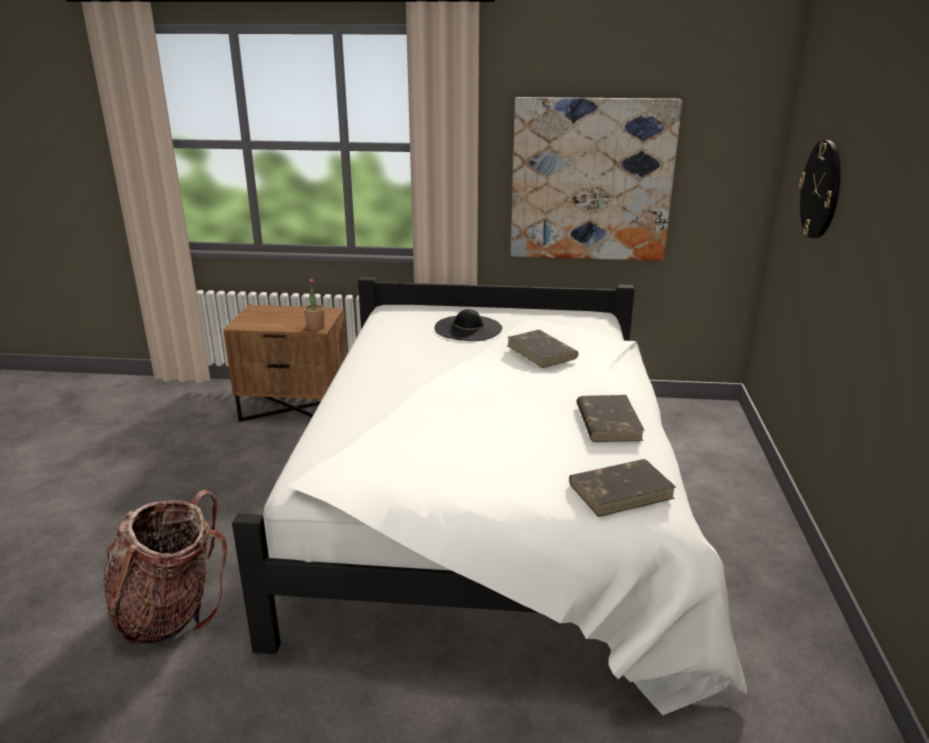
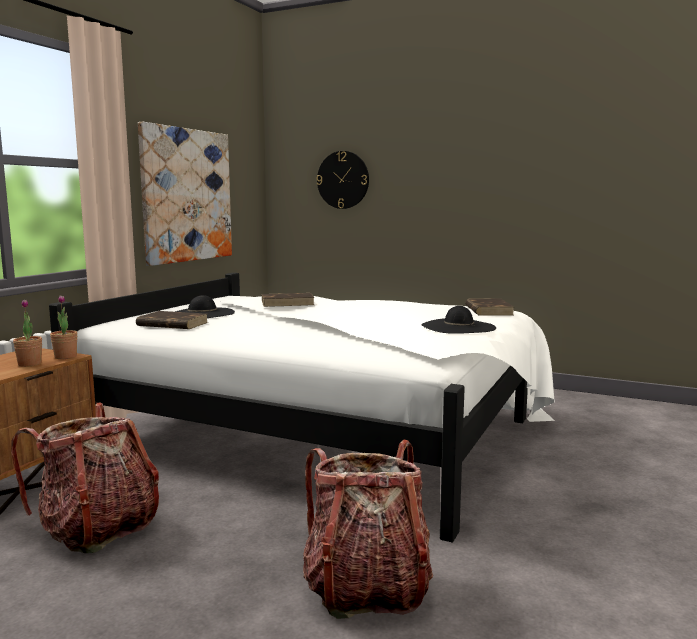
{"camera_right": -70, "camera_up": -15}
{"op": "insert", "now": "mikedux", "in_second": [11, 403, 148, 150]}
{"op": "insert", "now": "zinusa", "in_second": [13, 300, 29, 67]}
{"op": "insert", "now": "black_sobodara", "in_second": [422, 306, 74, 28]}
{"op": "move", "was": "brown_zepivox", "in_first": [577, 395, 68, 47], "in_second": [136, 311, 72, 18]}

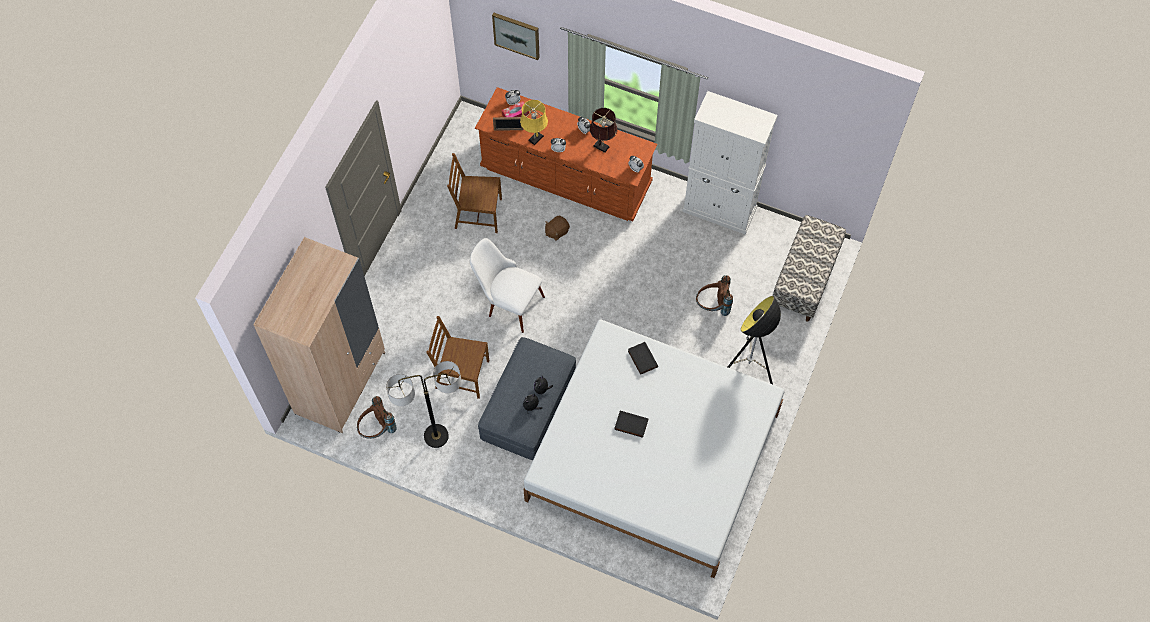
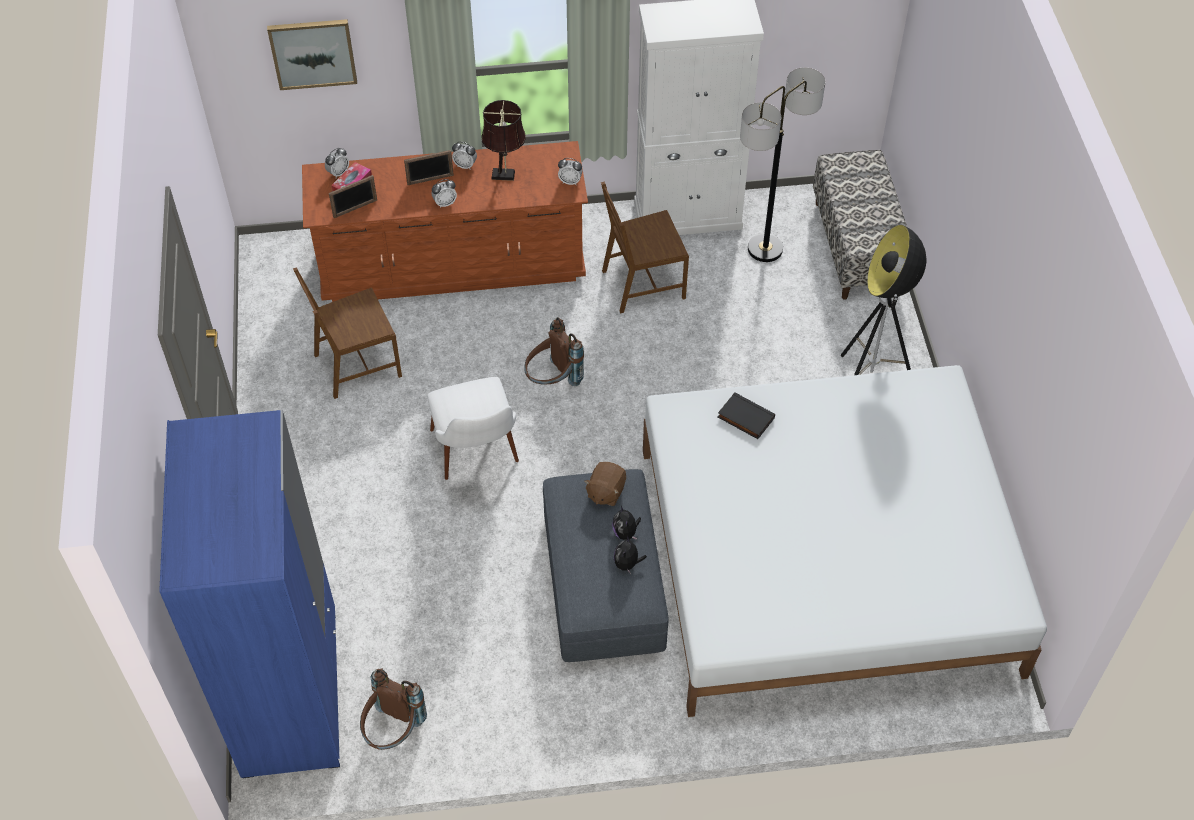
{"camera_right": -30, "camera_up": -10}
{"op": "delete", "was": "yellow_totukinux", "in_first": [520, 100, 28, 45]}
{"op": "delete", "was": "black_zepivox", "in_first": [614, 411, 34, 27]}
{"op": "insert", "now": "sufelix", "in_second": [404, 150, 50, 35]}
{"op": "move", "was": "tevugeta", "in_first": [386, 361, 75, 87], "in_second": [740, 68, 85, 194]}
{"op": "move", "was": "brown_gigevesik", "in_first": [426, 316, 63, 83], "in_second": [601, 182, 88, 132]}
{"op": "move", "was": "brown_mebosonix", "in_first": [545, 216, 25, 25], "in_second": [584, 462, 42, 44]}
{"op": "move", "was": "brown_mikedux", "in_first": [696, 275, 37, 41], "in_second": [524, 317, 60, 69]}
{"op": "recolor", "was": "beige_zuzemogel", "now": "blue_zuzemogel", "in_first": [253, 237, 132, 196], "in_second": [159, 409, 181, 369]}
{"op": "rotate", "was": "white_gigevesik", "in_first": [470, 238, 75, 95], "in_second": [427, 377, 92, 103], "clockwise": -105}

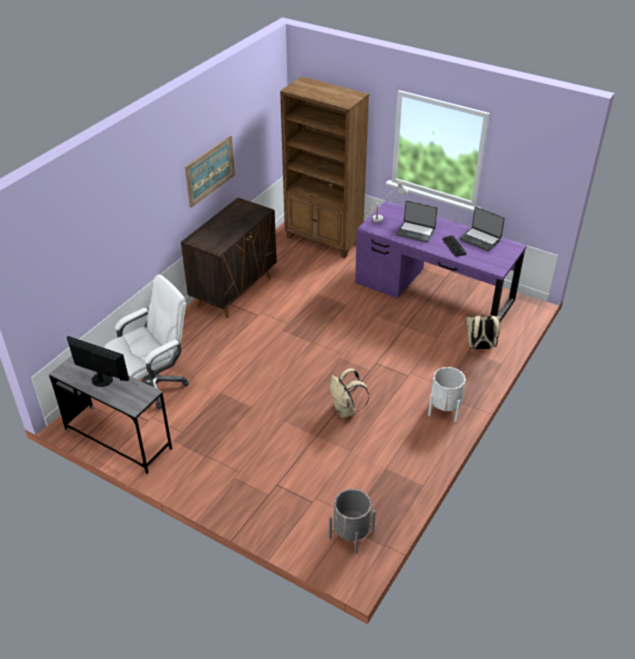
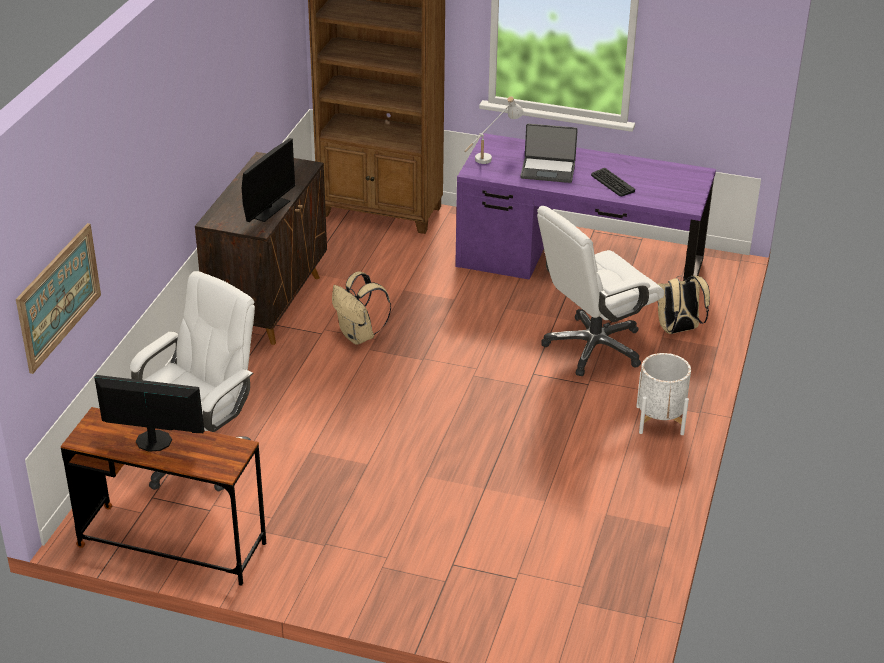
{"camera_right": -15, "camera_up": -5}
{"op": "delete", "was": "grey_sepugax", "in_first": [329, 489, 47, 65]}
{"op": "delete", "was": "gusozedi", "in_first": [459, 206, 46, 45]}
{"op": "insert", "now": "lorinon", "in_second": [242, 138, 53, 84]}
{"op": "insert", "now": "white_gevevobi", "in_second": [537, 206, 127, 170]}
{"op": "move", "was": "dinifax", "in_first": [185, 135, 50, 73], "in_second": [16, 223, 85, 151]}
{"op": "move", "was": "beige_mikedux", "in_first": [330, 368, 39, 50], "in_second": [332, 271, 59, 74]}
{"op": "recolor", "was": "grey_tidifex", "now": "brown_tidifex", "in_first": [49, 356, 123, 118], "in_second": [61, 407, 205, 179]}

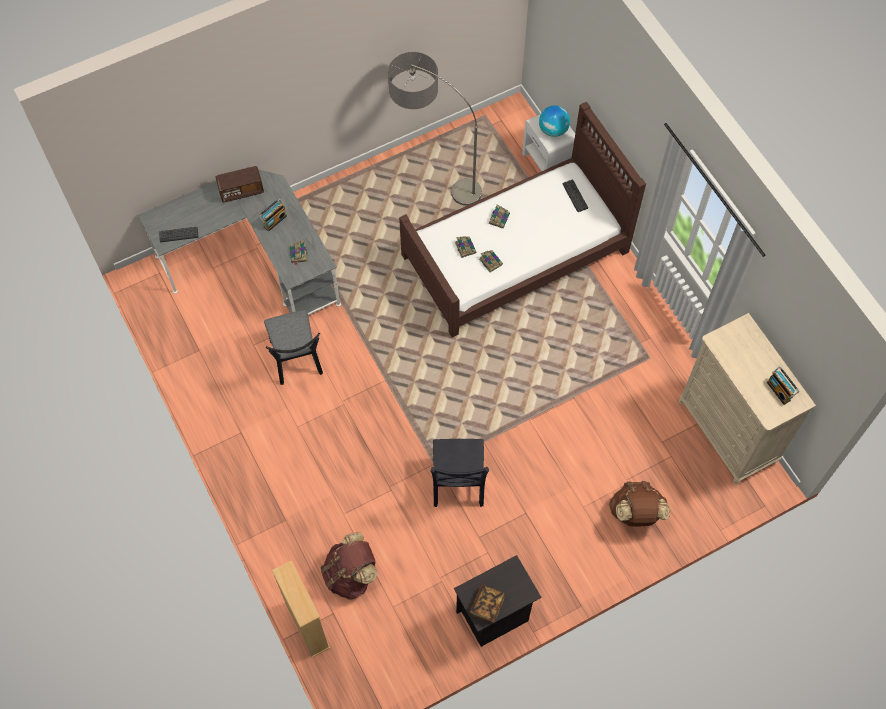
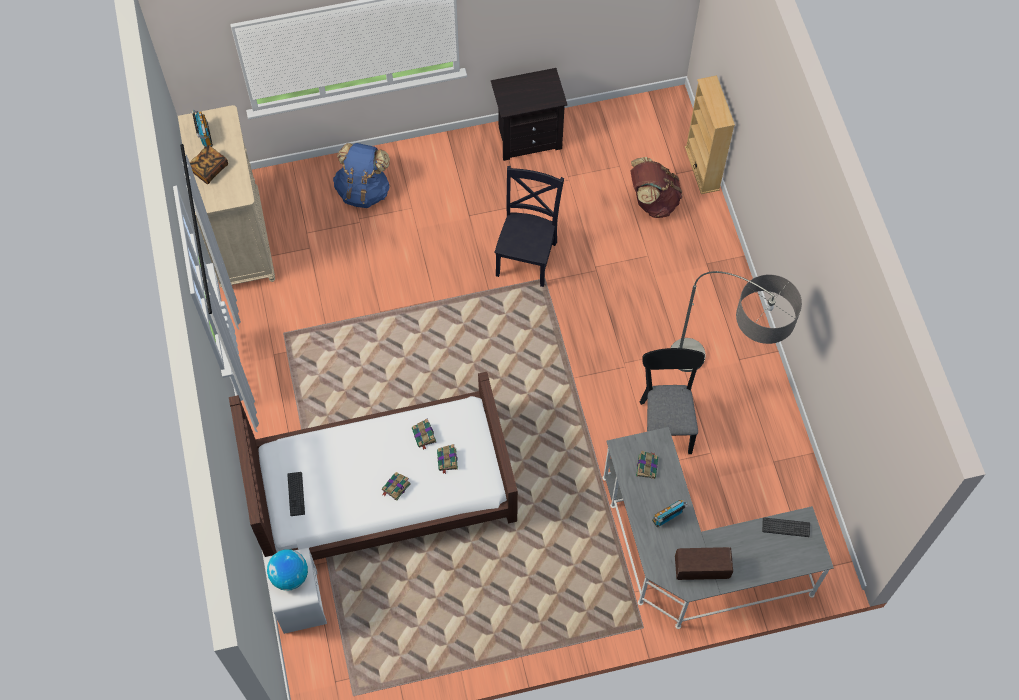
{"camera_right": -165, "camera_up": 0}
{"op": "move", "was": "tevugeta", "in_first": [388, 52, 94, 154], "in_second": [671, 271, 131, 101]}
{"op": "move", "was": "zepivox", "in_first": [469, 585, 36, 38], "in_second": [190, 145, 38, 39]}
{"op": "recolor", "was": "brown_mikedux", "now": "blue_mikedux", "in_first": [609, 481, 61, 46], "in_second": [333, 143, 57, 65]}

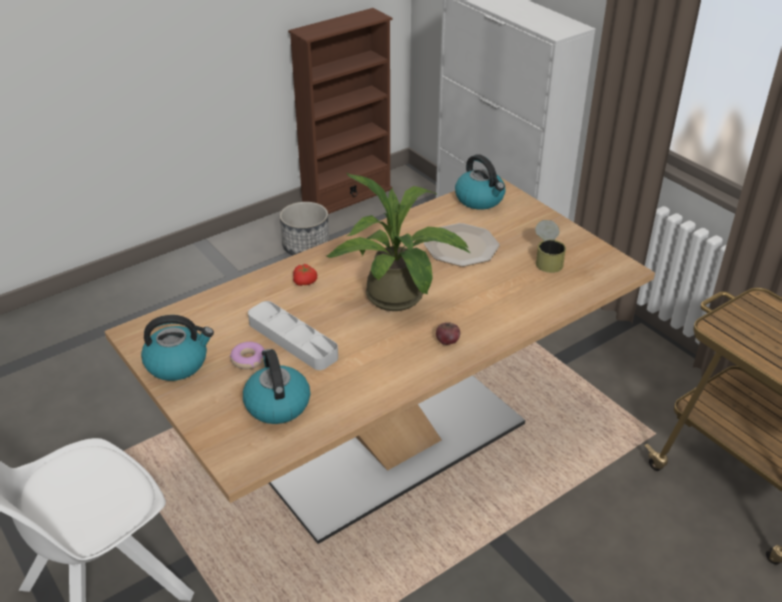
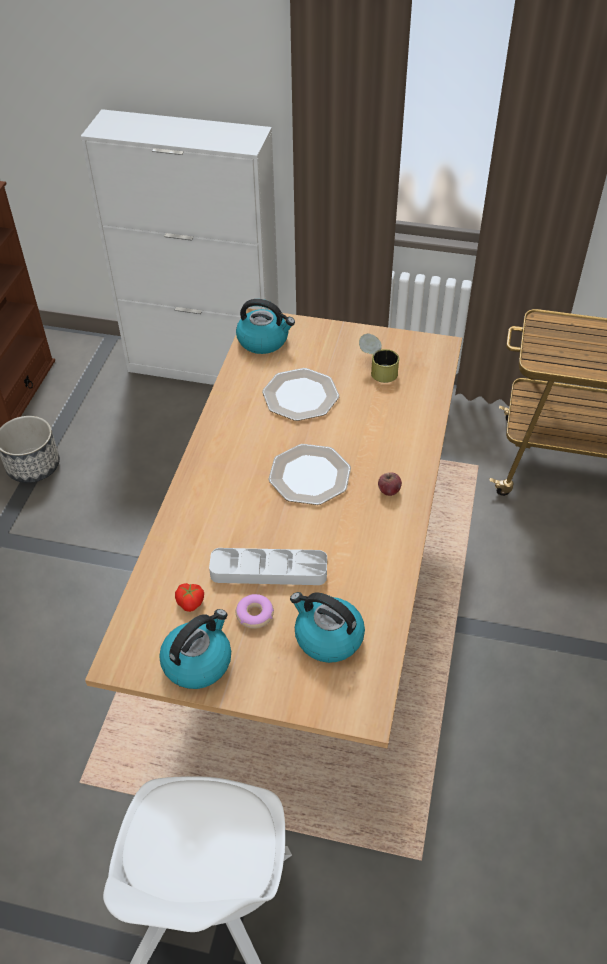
{"camera_right": -40, "camera_up": 10}
{"op": "move", "was": "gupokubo", "in_first": [293, 264, 24, 22], "in_second": [175, 583, 29, 29]}
{"op": "replace", "was": "zinusa", "now": "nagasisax", "in_first": [327, 173, 144, 138], "in_second": [268, 444, 83, 61]}

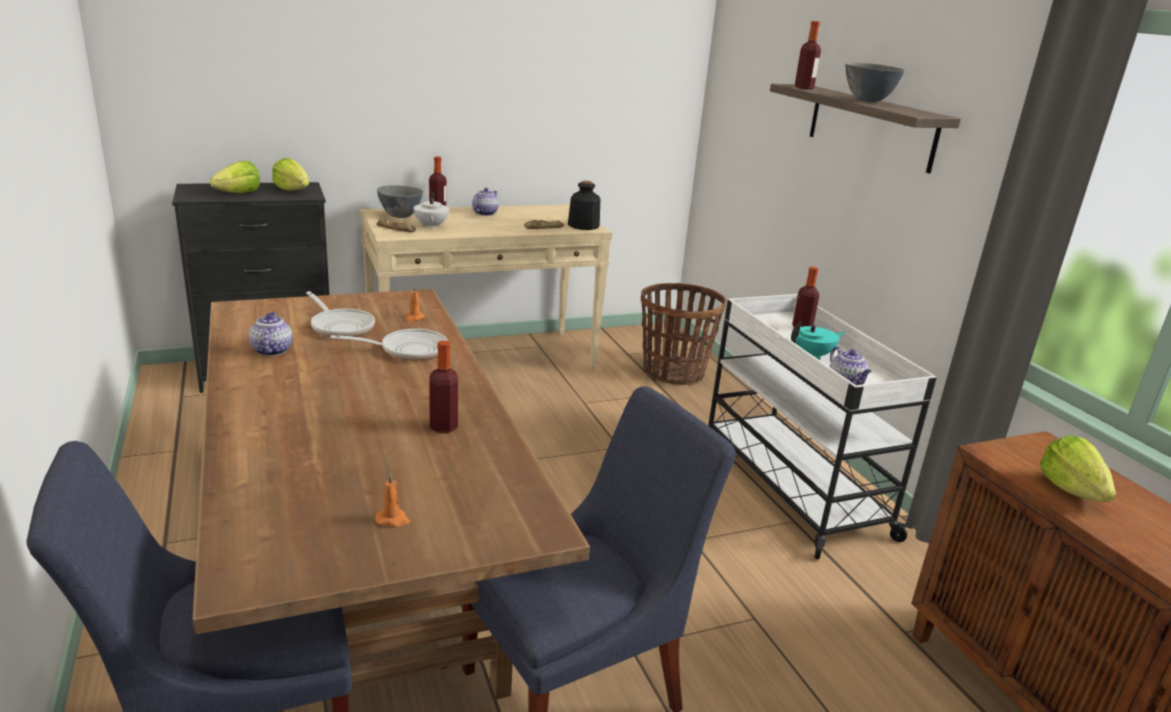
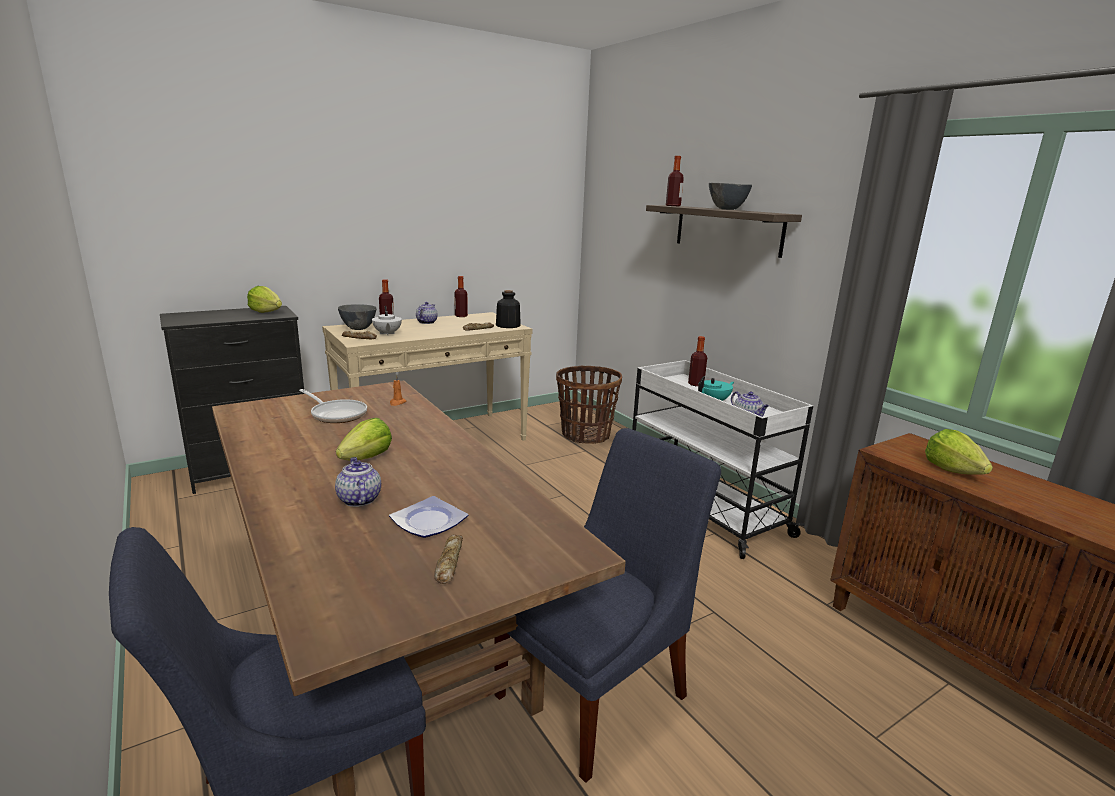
{"camera_right": -10, "camera_up": -5}
{"op": "delete", "was": "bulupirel", "in_first": [331, 329, 117, 31]}
{"op": "insert", "now": "nagasisax", "in_second": [389, 496, 79, 42]}
{"op": "move", "was": "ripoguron", "in_first": [210, 161, 50, 32], "in_second": [336, 418, 56, 42]}
{"op": "move", "was": "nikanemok", "in_first": [249, 312, 43, 44], "in_second": [335, 457, 46, 50]}
{"op": "move", "was": "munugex", "in_first": [429, 341, 29, 92], "in_second": [454, 276, 14, 41]}
{"op": "replace", "was": "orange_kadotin", "now": "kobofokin", "in_first": [375, 472, 35, 55], "in_second": [434, 534, 29, 50]}

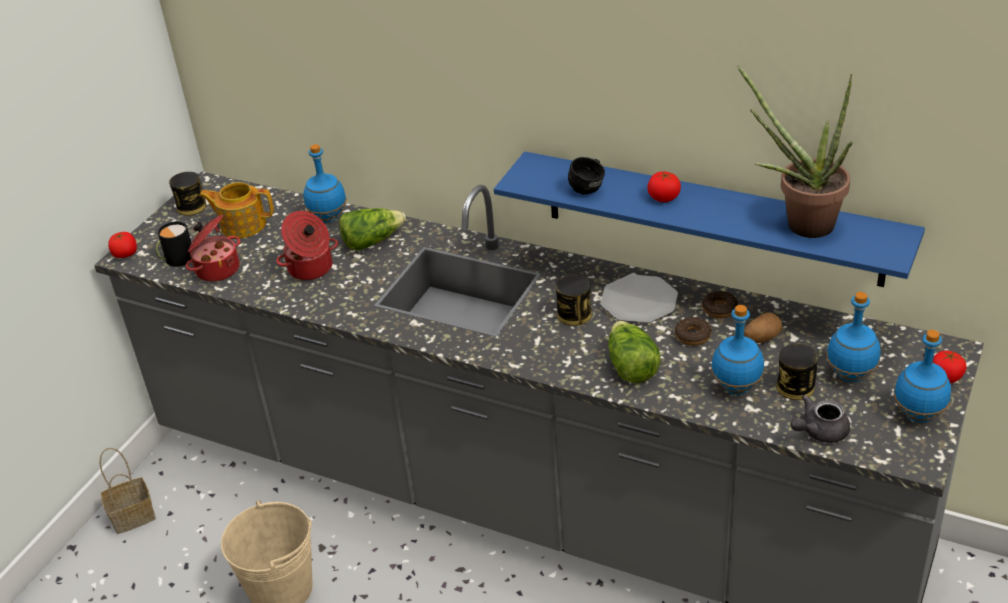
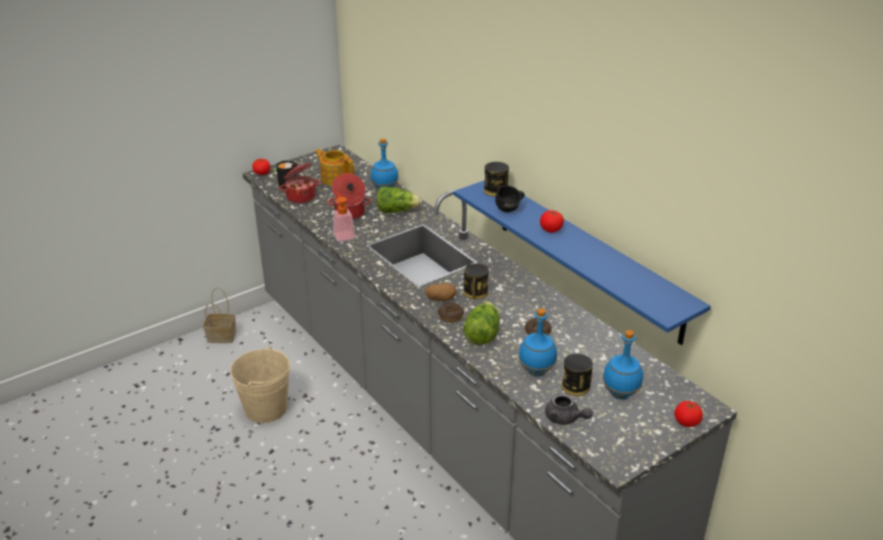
{"camera_right": 25, "camera_up": -5}
{"op": "delete", "was": "nagasisax", "in_first": [600, 274, 78, 49]}
{"op": "delete", "was": "zinusa", "in_first": [737, 65, 115, 173]}
{"op": "delete", "was": "blue_munugex", "in_first": [894, 330, 57, 92]}
{"op": "insert", "now": "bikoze", "in_second": [333, 192, 22, 50]}
{"op": "move", "was": "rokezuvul", "in_first": [169, 172, 38, 44], "in_second": [484, 162, 25, 35]}
{"op": "move", "was": "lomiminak", "in_first": [702, 291, 36, 27], "in_second": [438, 303, 26, 19]}
{"op": "move", "was": "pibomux", "in_first": [744, 312, 38, 31], "in_second": [425, 283, 32, 18]}
{"op": "rotate", "was": "grey_nikanemok", "in_first": [790, 395, 60, 48], "in_second": [545, 393, 48, 32], "clockwise": -135}

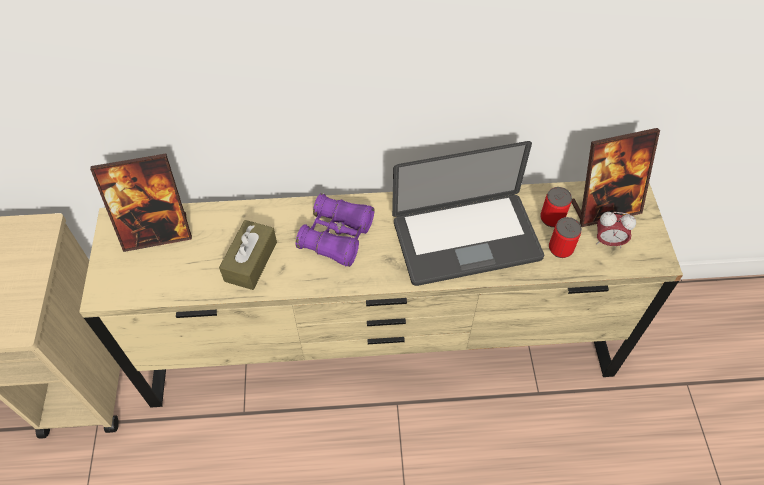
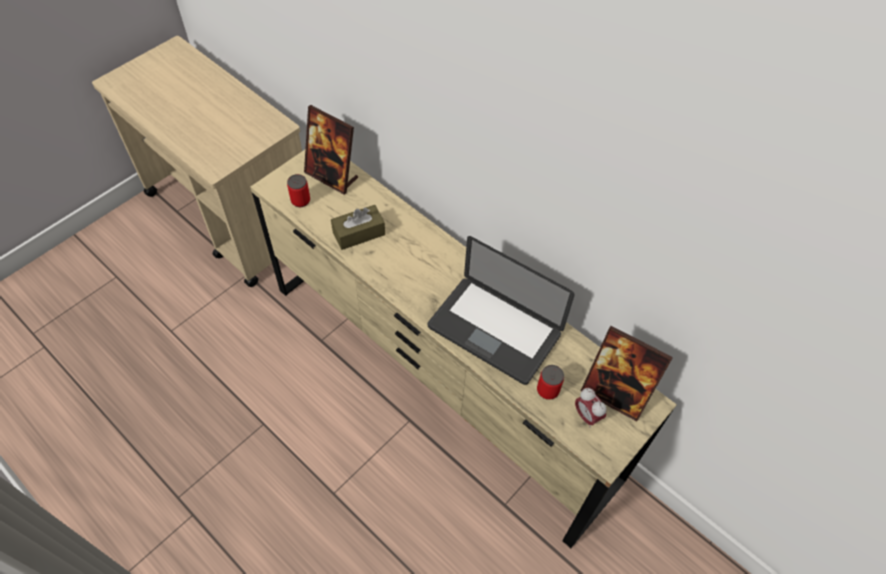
{"camera_right": 45, "camera_up": 0}
{"op": "delete", "was": "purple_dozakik", "in_first": [296, 193, 78, 74]}
{"op": "move", "was": "rokezuvul", "in_first": [540, 187, 32, 40], "in_second": [287, 174, 23, 33]}

